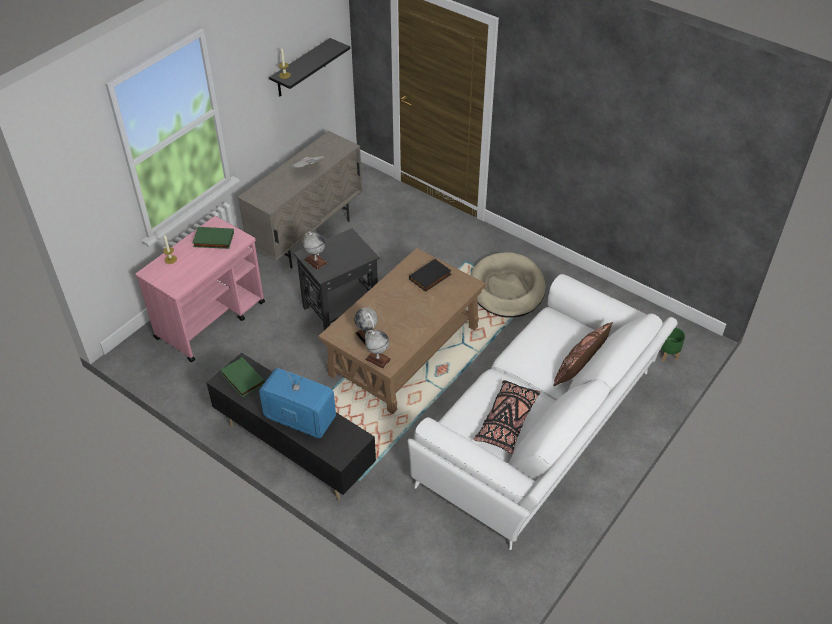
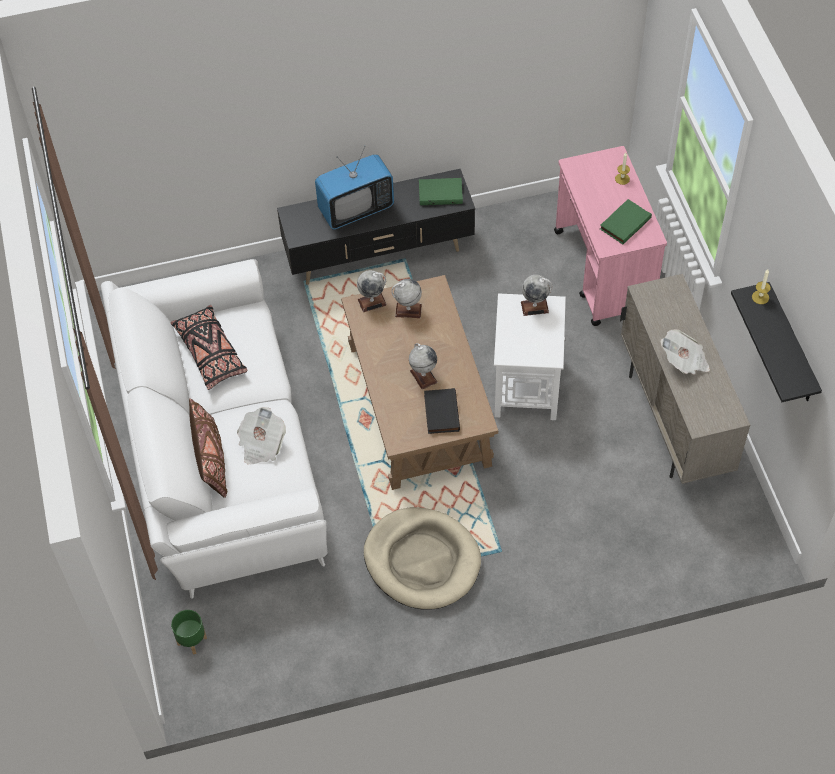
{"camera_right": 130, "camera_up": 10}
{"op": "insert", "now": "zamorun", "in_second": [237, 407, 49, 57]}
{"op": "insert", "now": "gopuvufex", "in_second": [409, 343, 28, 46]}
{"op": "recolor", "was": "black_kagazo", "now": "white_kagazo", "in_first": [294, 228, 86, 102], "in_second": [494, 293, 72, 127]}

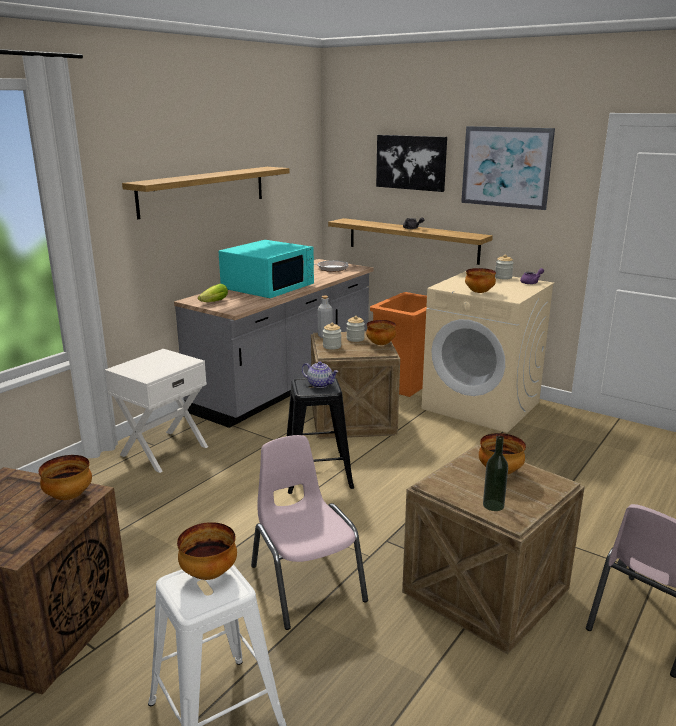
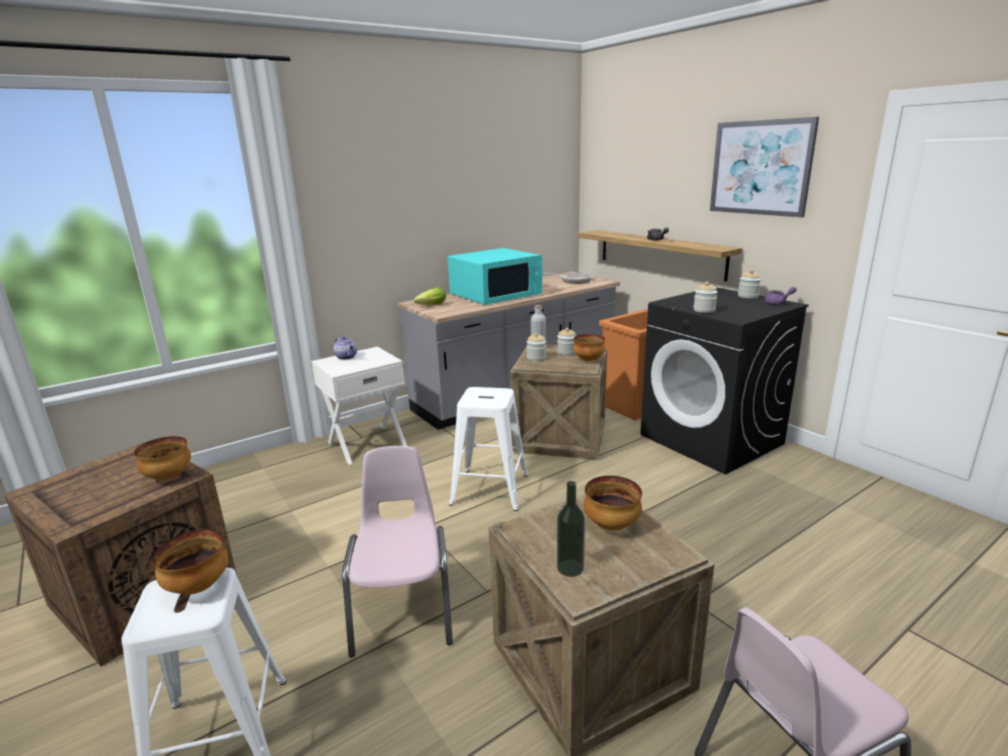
{"camera_right": 20, "camera_up": 0}
{"op": "delete", "was": "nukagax", "in_first": [122, 167, 168, 52]}
{"op": "delete", "was": "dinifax", "in_first": [376, 135, 71, 57]}
{"op": "move", "was": "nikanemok", "in_first": [302, 361, 37, 27], "in_second": [334, 336, 23, 24]}
{"op": "replace", "was": "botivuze", "now": "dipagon", "in_first": [465, 268, 31, 25], "in_second": [693, 282, 25, 31]}
{"op": "recolor", "was": "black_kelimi", "now": "white_kelimi", "in_first": [287, 378, 67, 116], "in_second": [449, 387, 79, 124]}
{"op": "recolor", "was": "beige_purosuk", "now": "black_purosuk", "in_first": [422, 271, 132, 162], "in_second": [640, 287, 169, 187]}

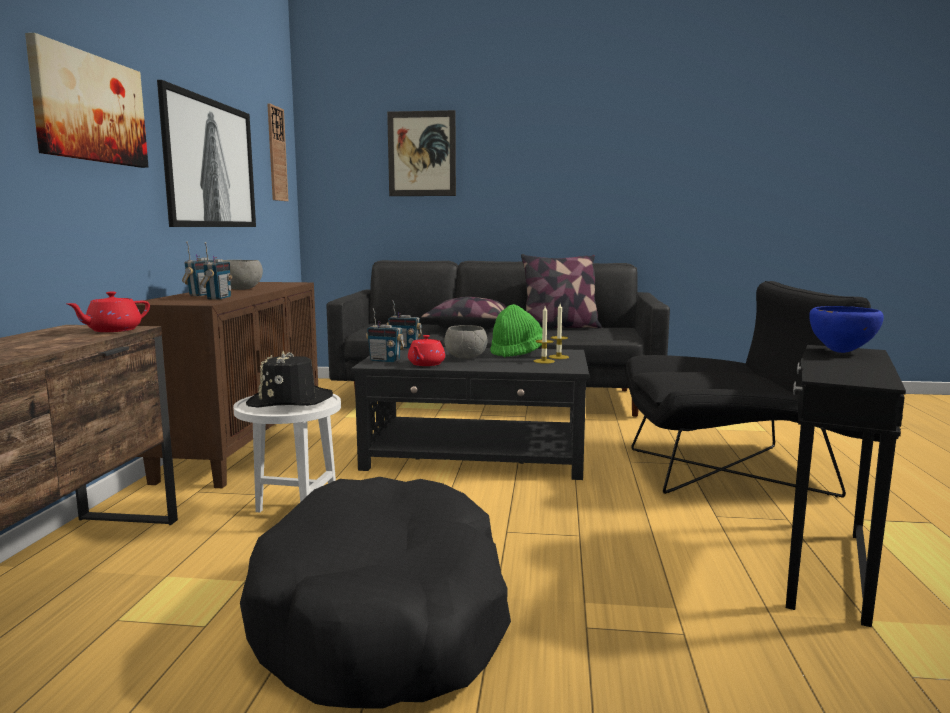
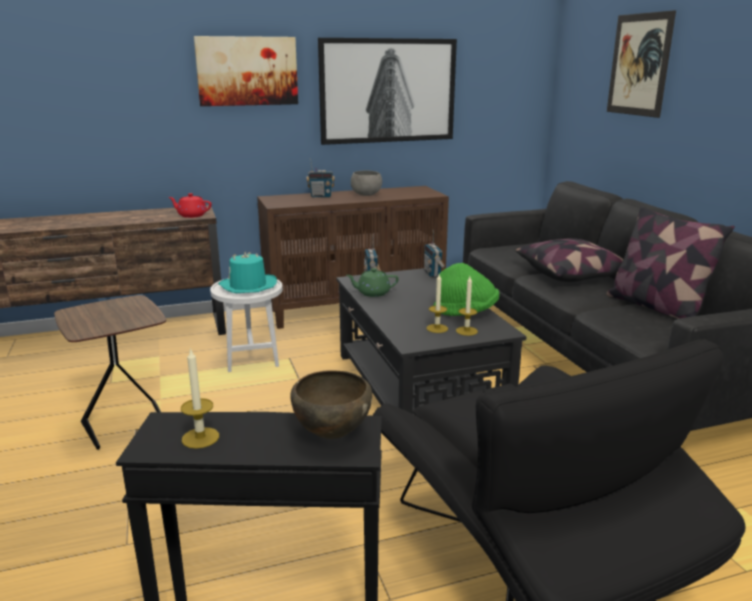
{"camera_right": 65, "camera_up": 10}
{"op": "delete", "was": "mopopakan", "in_first": [200, 242, 32, 58]}
{"op": "delete", "was": "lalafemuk", "in_first": [267, 104, 21, 97]}
{"op": "delete", "was": "grey_botivuze", "in_first": [444, 325, 44, 34]}
{"op": "insert", "now": "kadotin", "in_second": [181, 348, 38, 101]}
{"op": "replace", "was": "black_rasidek", "now": "brown_kagazo", "in_first": [240, 477, 271, 231], "in_second": [54, 295, 112, 155]}
{"op": "recolor", "was": "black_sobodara", "now": "turquoise_sobodara", "in_first": [246, 351, 87, 56], "in_second": [218, 252, 59, 41]}
{"op": "recolor", "was": "red_nikanemok", "now": "green_nikanemok", "in_first": [408, 335, 37, 31], "in_second": [346, 268, 53, 29]}
{"op": "recolor", "was": "blue_botivuze", "now": "brown_botivuze", "in_first": [809, 306, 75, 47], "in_second": [290, 370, 82, 69]}

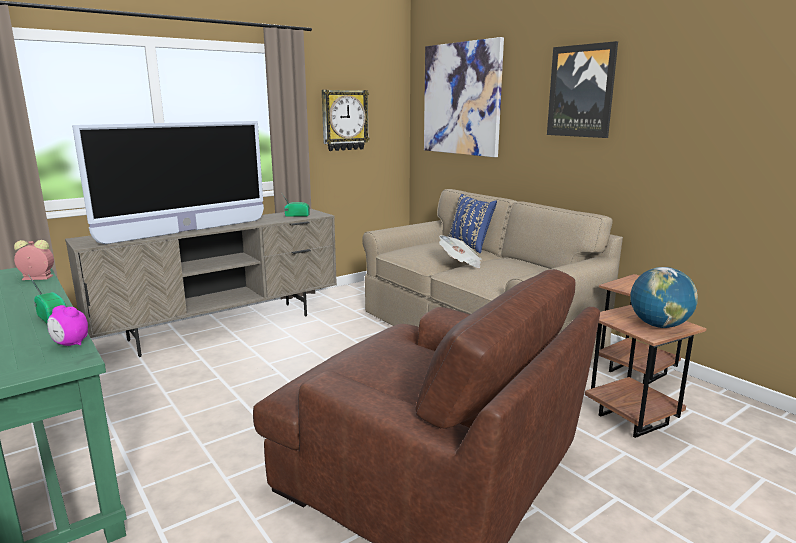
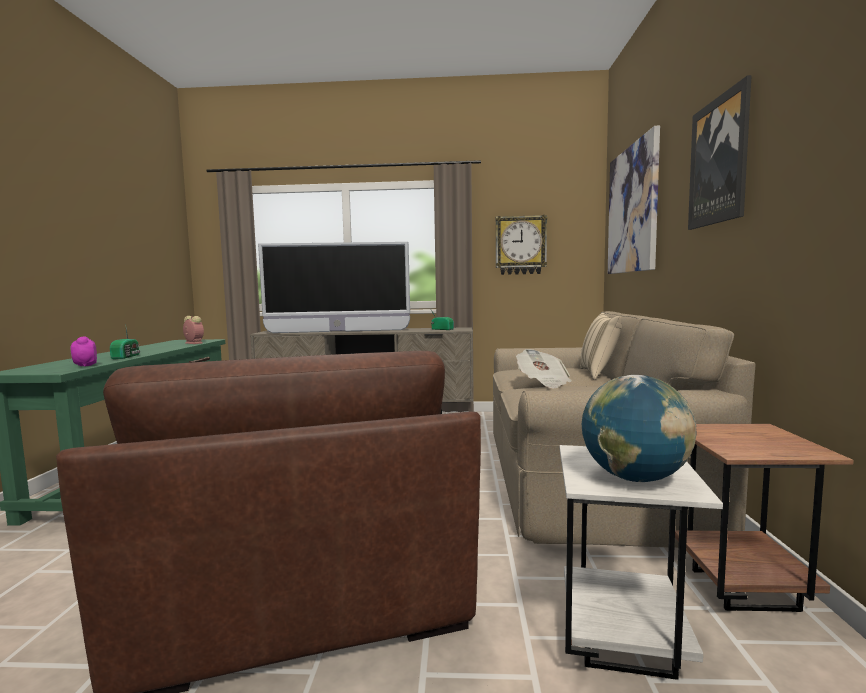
{"camera_right": 40, "camera_up": -10}
{"op": "recolor", "was": "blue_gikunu", "now": "beige_gikunu", "in_first": [448, 194, 49, 59], "in_second": [580, 313, 42, 67]}
{"op": "recolor", "was": "brown_kagazo", "now": "white_kagazo", "in_first": [585, 305, 122, 133], "in_second": [559, 445, 164, 235]}

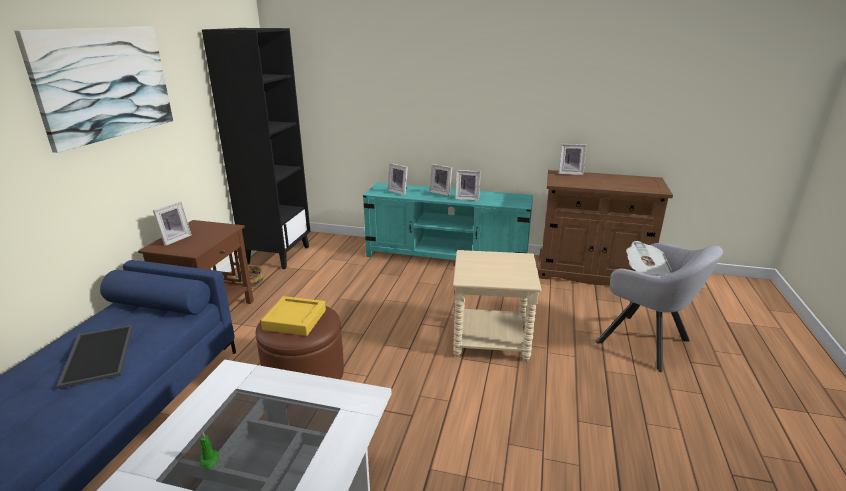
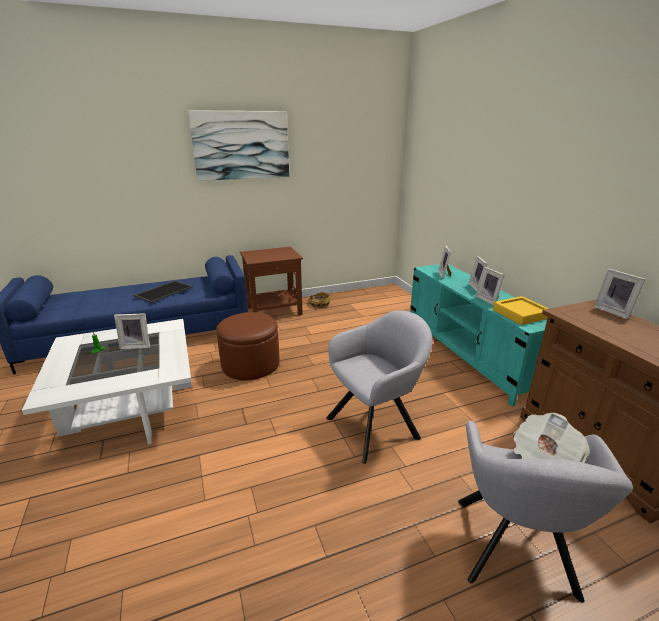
{"camera_right": 55, "camera_up": 0}
{"op": "delete", "was": "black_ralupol", "in_first": [202, 28, 108, 241]}
{"op": "move", "was": "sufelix", "in_first": [153, 201, 39, 45], "in_second": [114, 313, 36, 36]}
{"op": "move", "was": "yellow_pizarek", "in_first": [261, 296, 65, 40], "in_second": [493, 296, 56, 29]}
{"op": "replace", "was": "beige_kagazo", "now": "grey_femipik", "in_first": [453, 250, 88, 111], "in_second": [326, 310, 107, 154]}

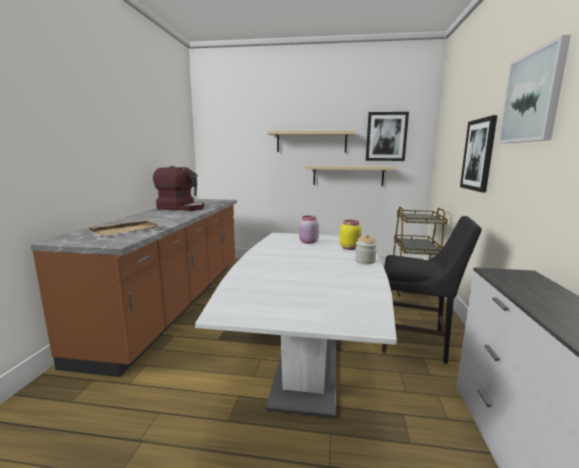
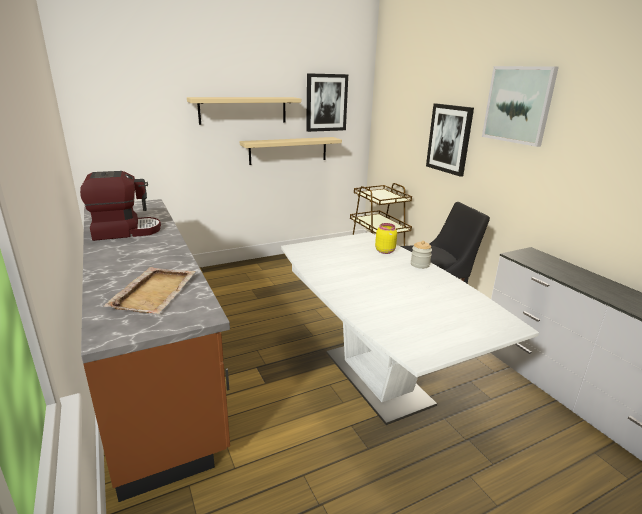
{"camera_right": -35, "camera_up": 10}
{"op": "delete", "was": "pink_dipagon", "in_first": [299, 216, 20, 28]}

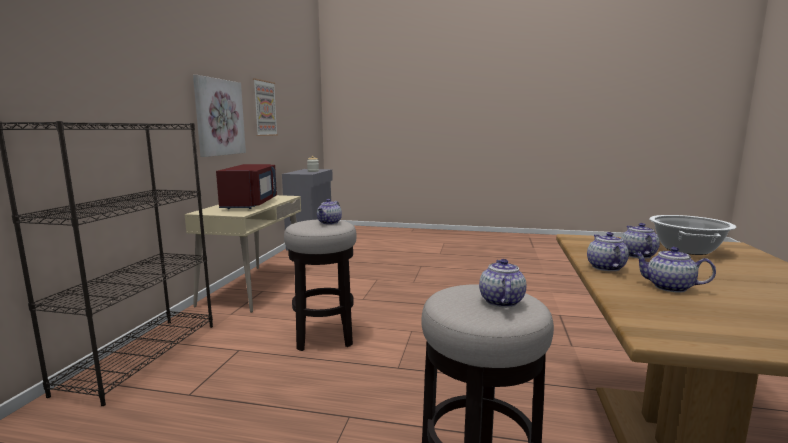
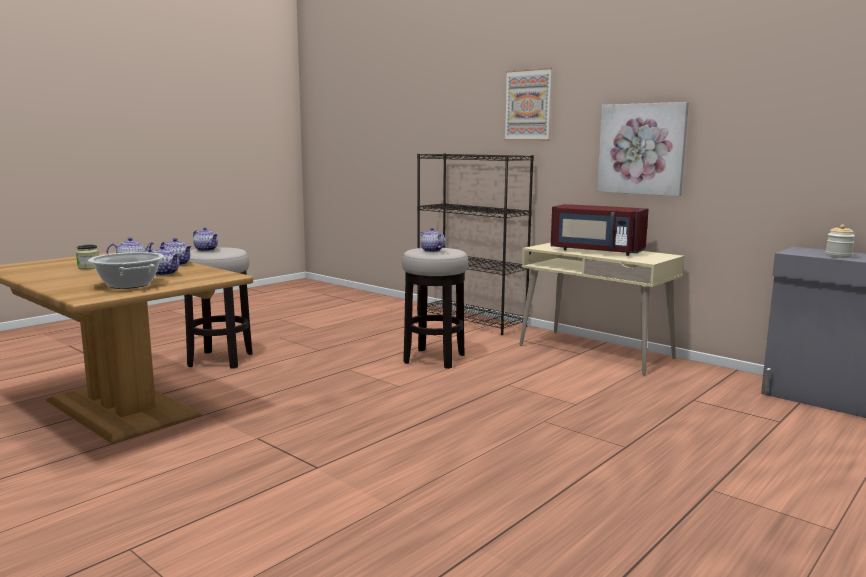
{"camera_right": 120, "camera_up": 0}
{"op": "insert", "now": "dipagon", "in_second": [76, 245, 23, 24]}
{"op": "move", "was": "dinifax", "in_first": [253, 79, 25, 57], "in_second": [504, 68, 48, 73]}

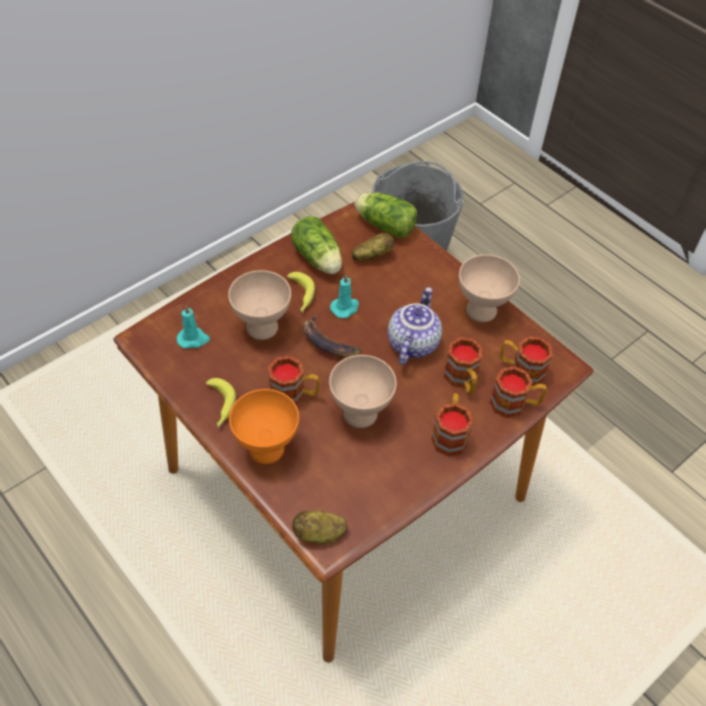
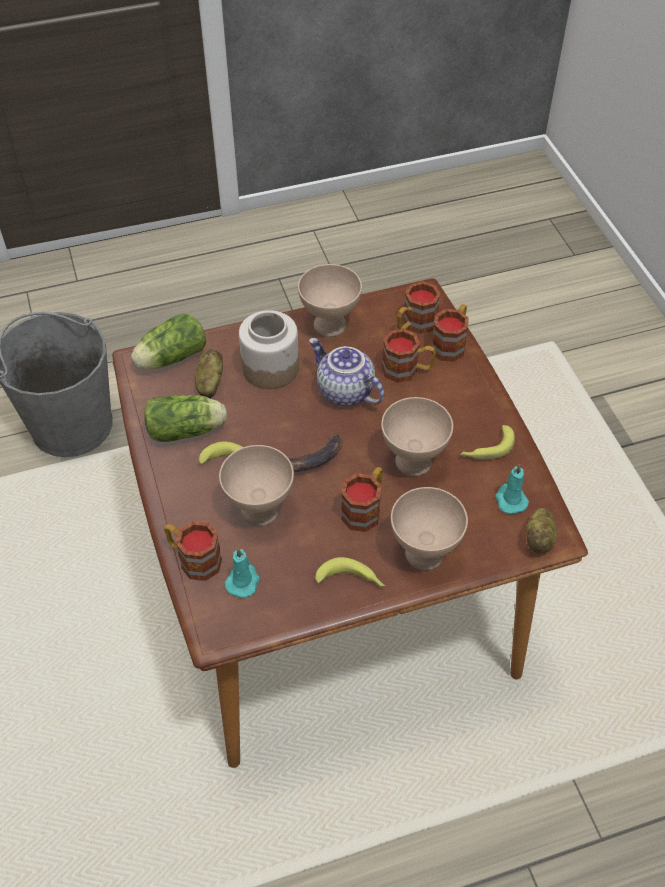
{"camera_right": -65, "camera_up": 0}
{"op": "insert", "now": "dipagon", "in_second": [239, 310, 60, 79]}
{"op": "insert", "now": "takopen", "in_second": [460, 425, 55, 35]}
{"op": "move", "was": "turquoise_kadotin", "in_first": [330, 274, 29, 44], "in_second": [496, 464, 33, 50]}
{"op": "move", "was": "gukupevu", "in_first": [431, 394, 43, 63], "in_second": [164, 521, 58, 60]}
{"op": "recolor", "was": "orange_botivuze", "now": "beige_botivuze", "in_first": [229, 389, 70, 75], "in_second": [391, 487, 77, 83]}

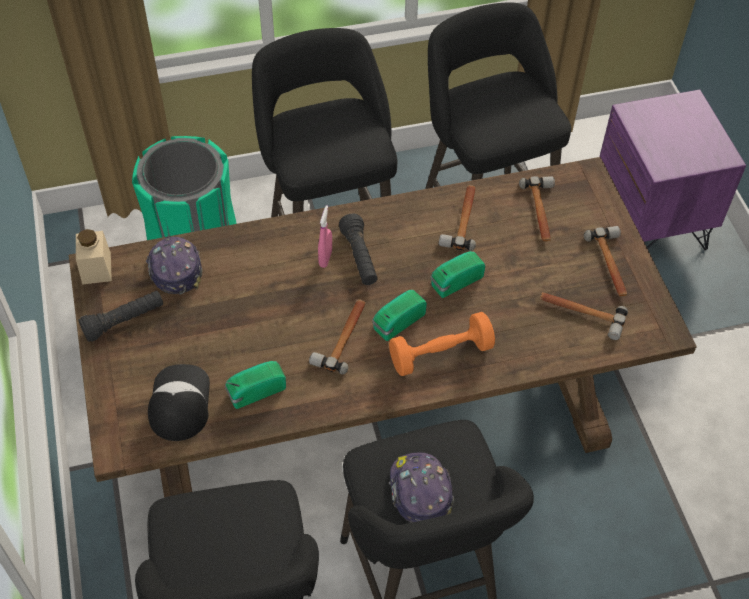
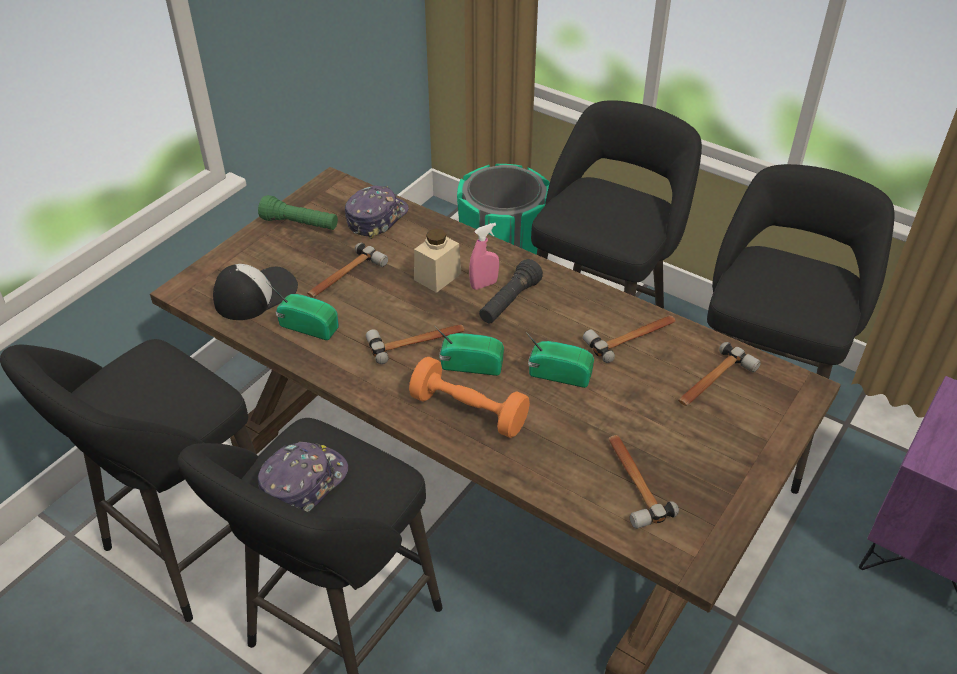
{"camera_right": 50, "camera_up": -10}
{"op": "move", "was": "beige_dipagon", "in_first": [76, 229, 36, 56], "in_second": [414, 228, 48, 65]}
{"op": "move", "was": "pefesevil", "in_first": [584, 226, 43, 71], "in_second": [307, 243, 81, 54]}
{"op": "recolor", "was": "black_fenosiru", "now": "green_fenosiru", "in_first": [78, 290, 85, 52], "in_second": [258, 195, 80, 35]}

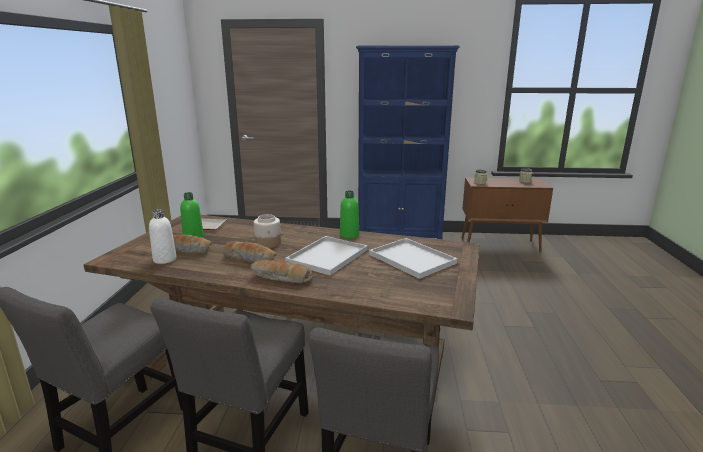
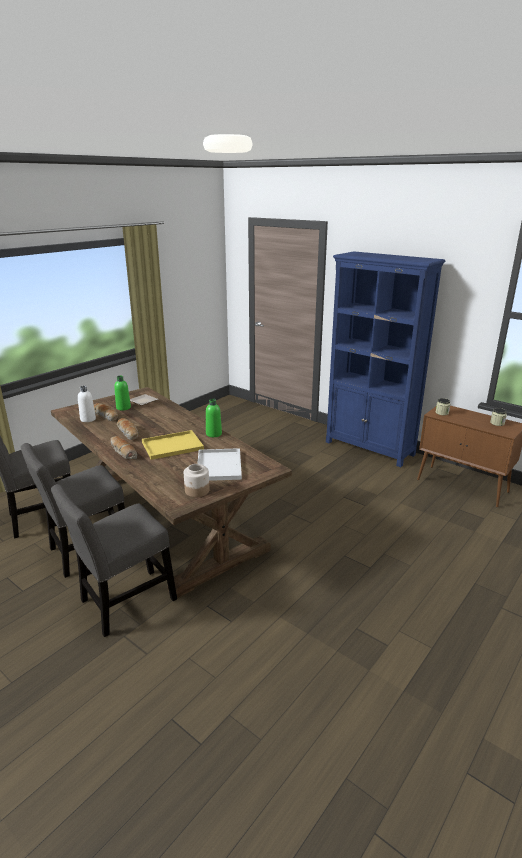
{"camera_right": 35, "camera_up": 5}
{"op": "move", "was": "dipagon", "in_first": [254, 214, 27, 34], "in_second": [184, 464, 26, 33]}
{"op": "recolor", "was": "white_pizarek", "now": "yellow_pizarek", "in_first": [285, 236, 83, 39], "in_second": [142, 430, 62, 30]}

